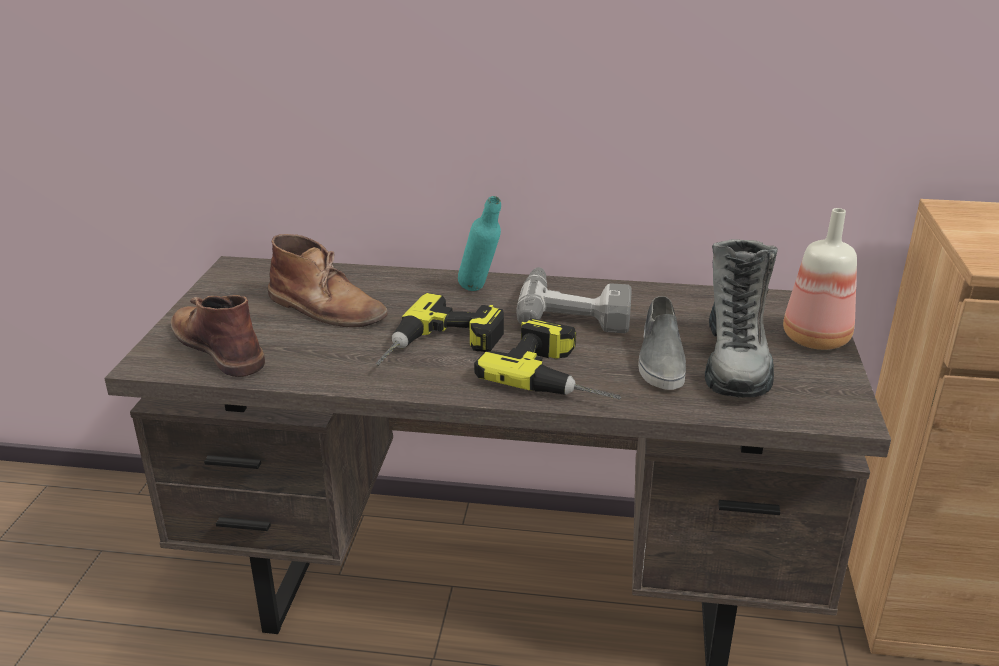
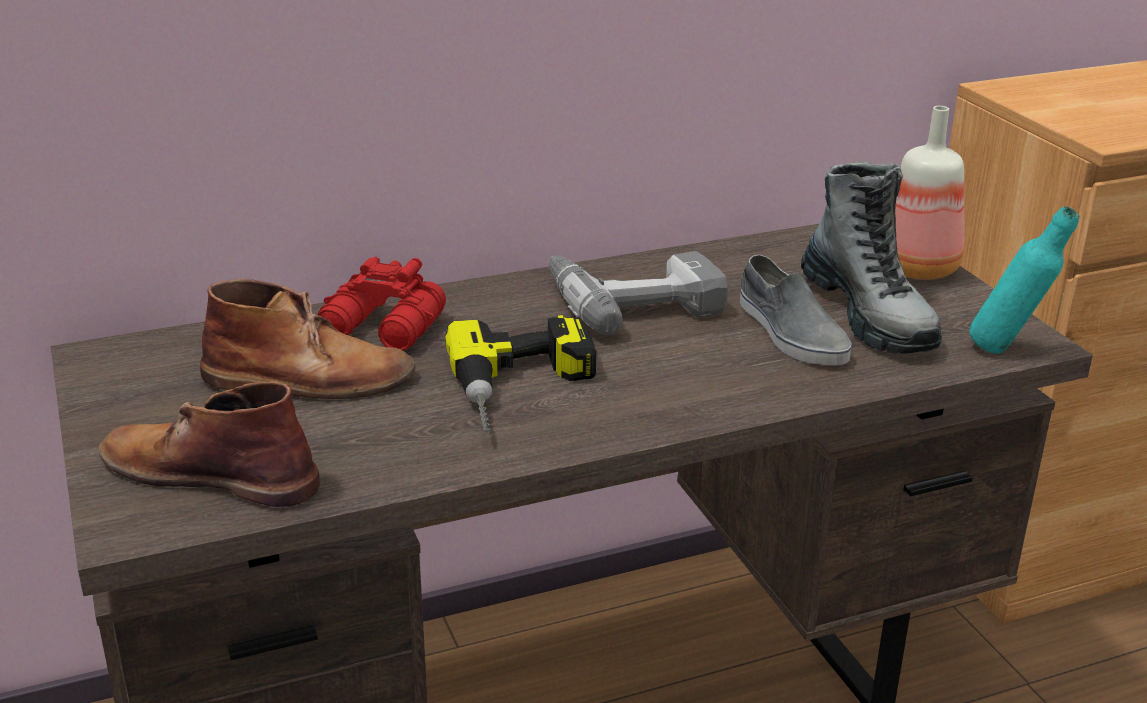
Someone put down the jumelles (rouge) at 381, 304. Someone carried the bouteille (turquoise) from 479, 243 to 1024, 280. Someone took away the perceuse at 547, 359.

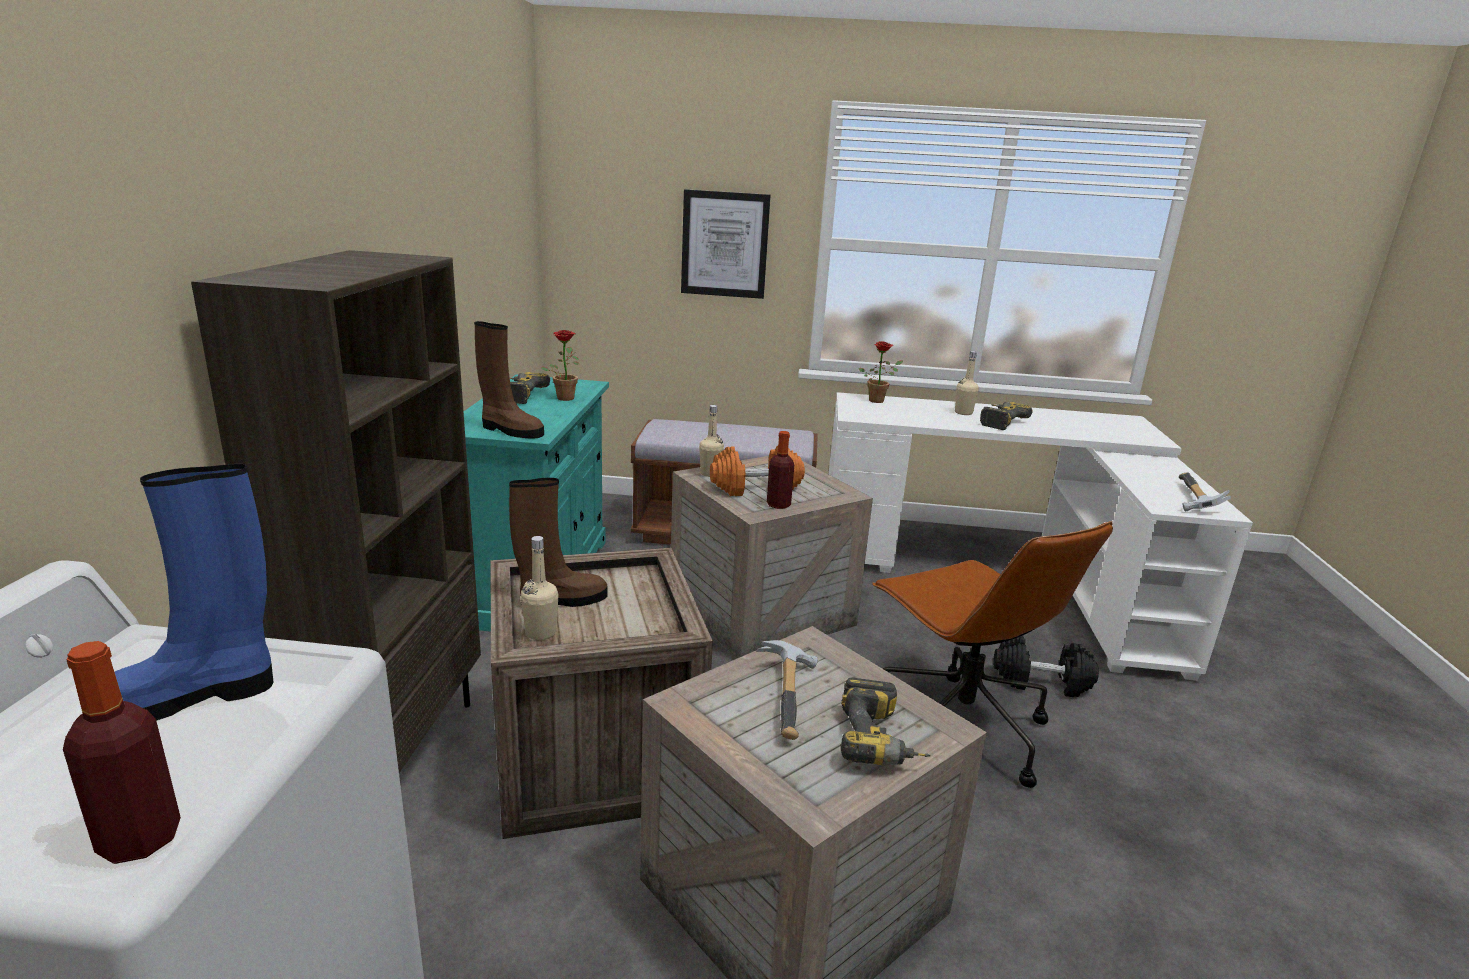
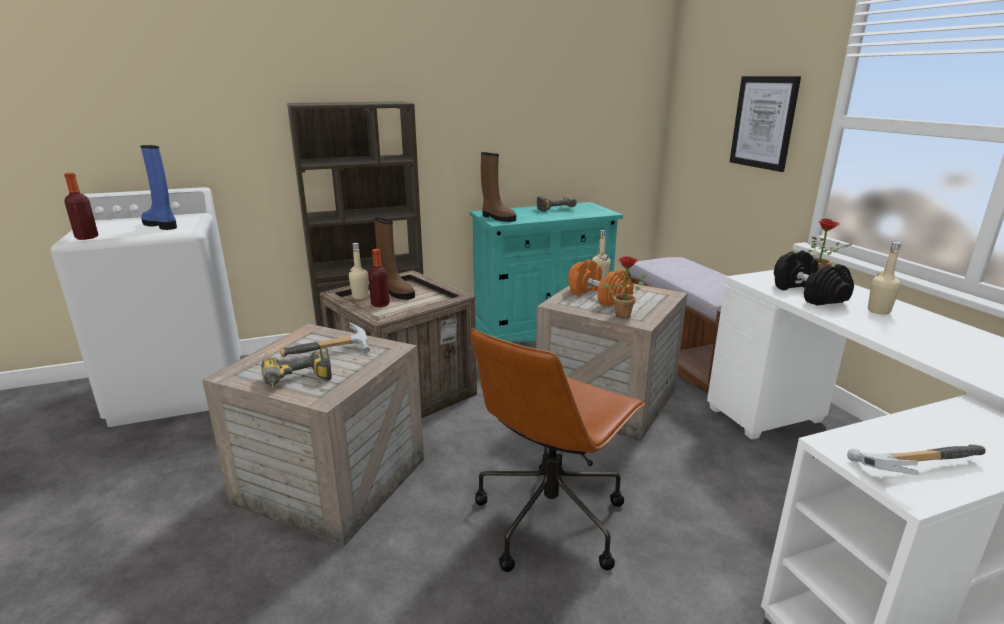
Someone carried the bouteille from 780, 470 to 379, 278. Someone rotated the botte (marron) at 509, 380 by 45 degrees counterclockwise. Someone carried the plante en pot from 560, 365 to 625, 287. Someone carried the haltère (noir) from 1046, 666 to 814, 278. Someone took away the perceuse at 1006, 416.

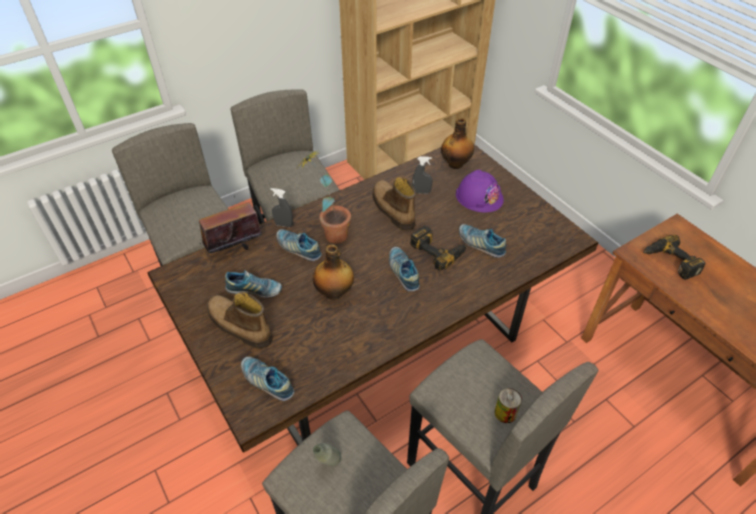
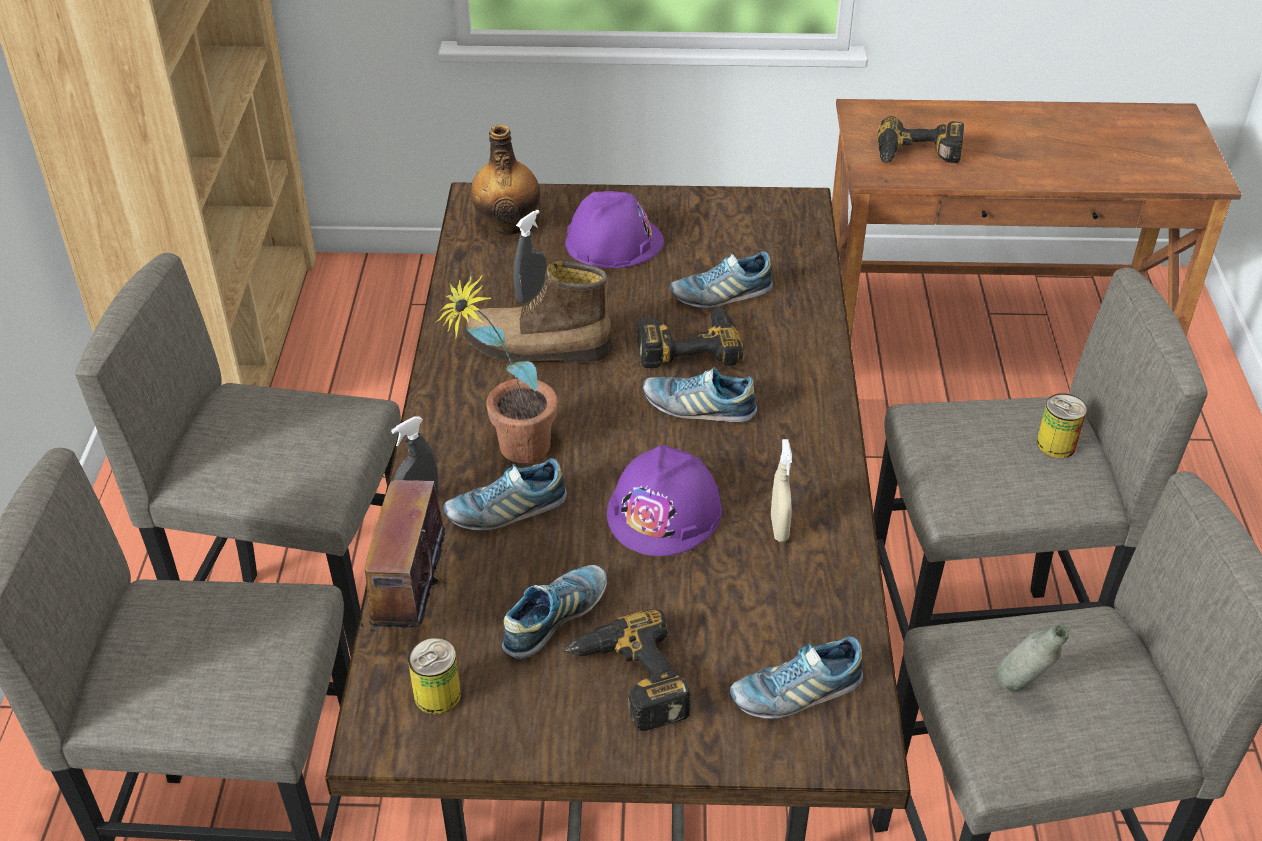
Someone put down the boîte métallique at 434, 676. Someone swapped the botte at 240, 320 for the perceuse at 627, 670. Someone swapped the bouteille at 333, 272 for the casque de chantier (violet) at 664, 500. Someone put down the vaporisateur (beige) at 781, 490.

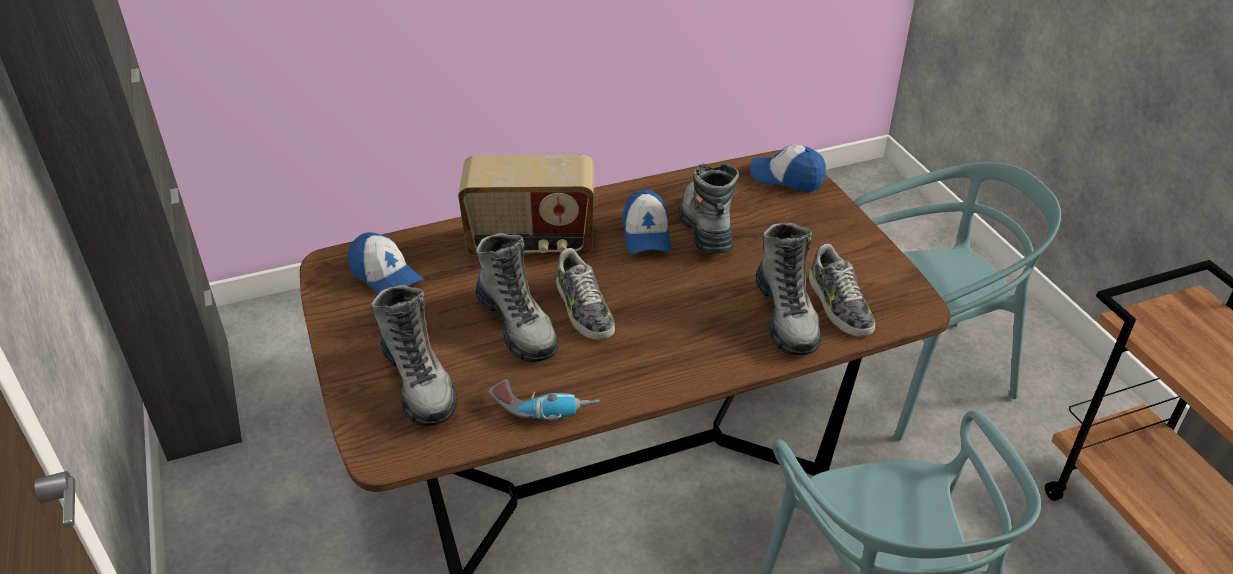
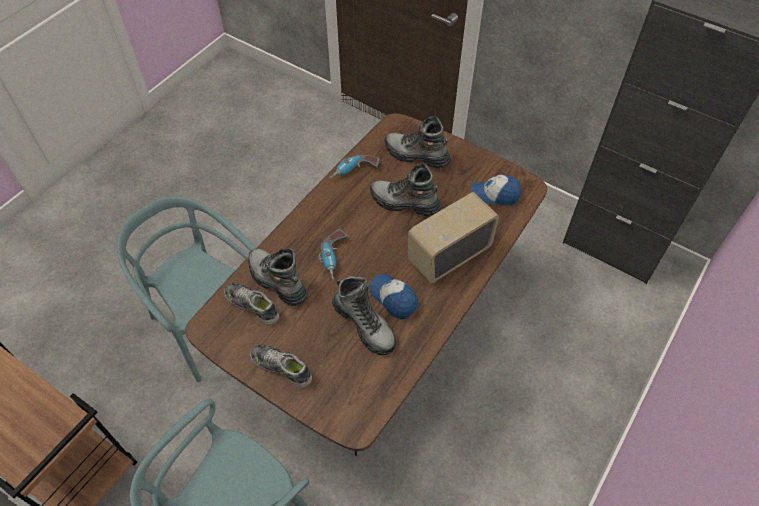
Someone carried the chaussure from 585, 294 to 281, 366. Someone put down the perceuse at 333, 254. Someone took away the casquette at 788, 168.

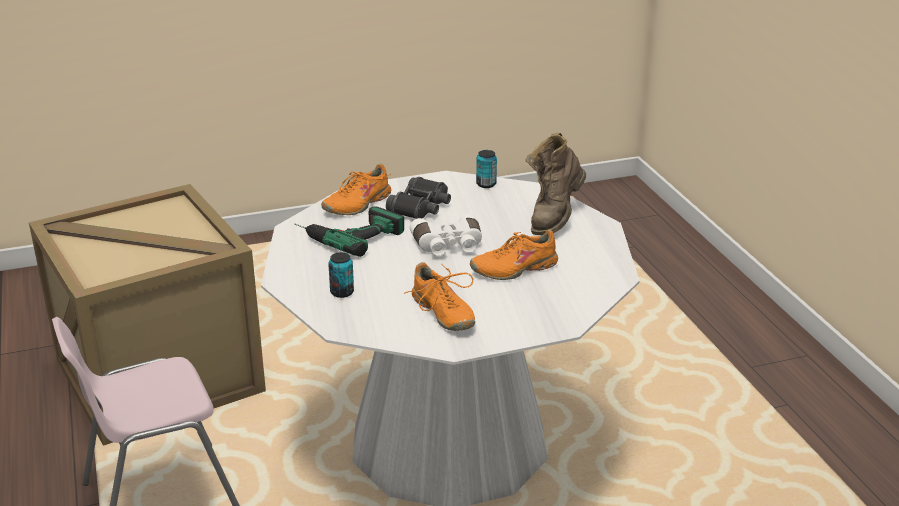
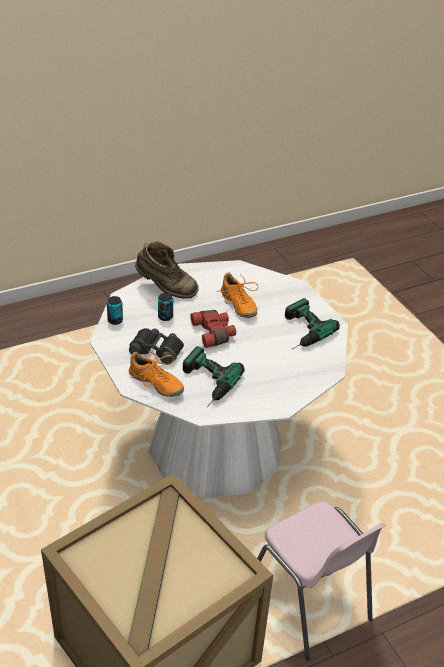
Someone carried the boîte métallique from 341, 275 to 165, 307. Someone repainted the jumelles (blanc) at 446, 234, which became the jumelles (rouge) at 213, 329. Someone swapped the chaussure (orange) at 439, 296 for the perceuse at 312, 323.

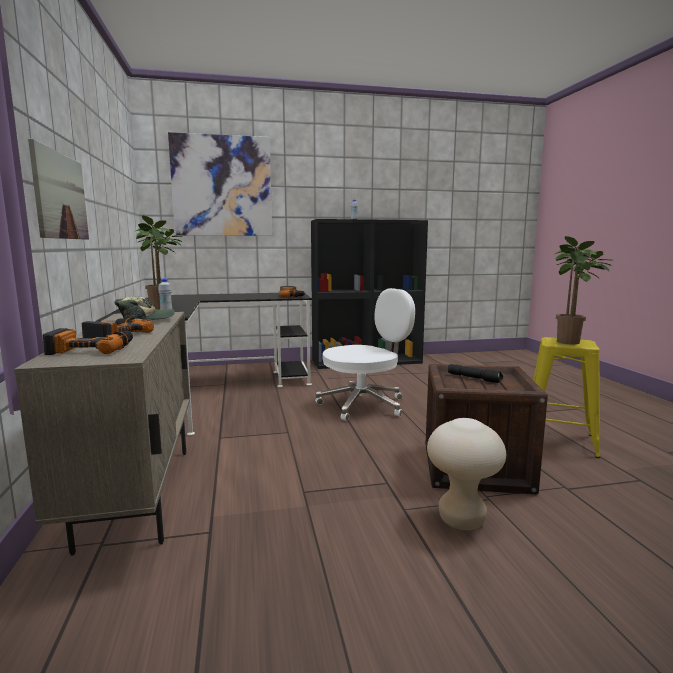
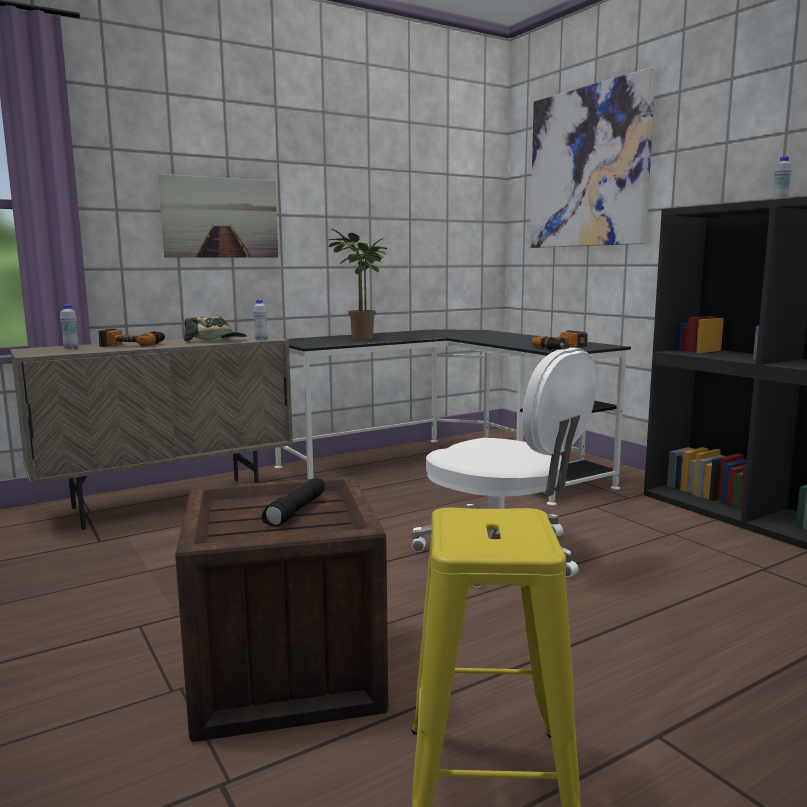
Someone swapped the perceuse at 88, 341 for the bouteille (blanc) at 69, 326. Someone took away the tabouret (beige) at 466, 474. Someone took away the plante en pot at 583, 290.

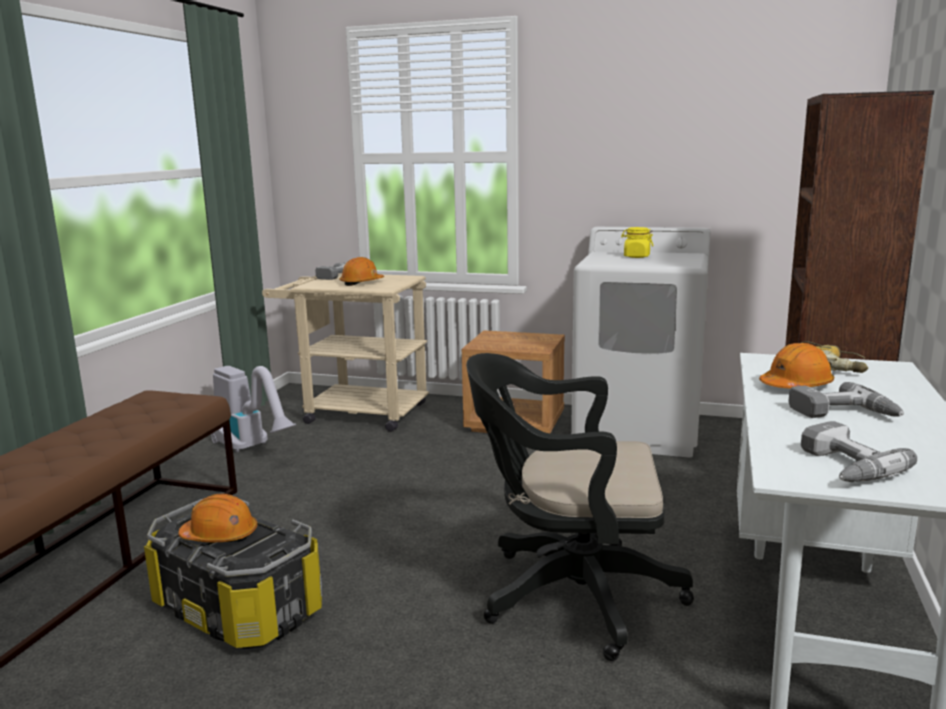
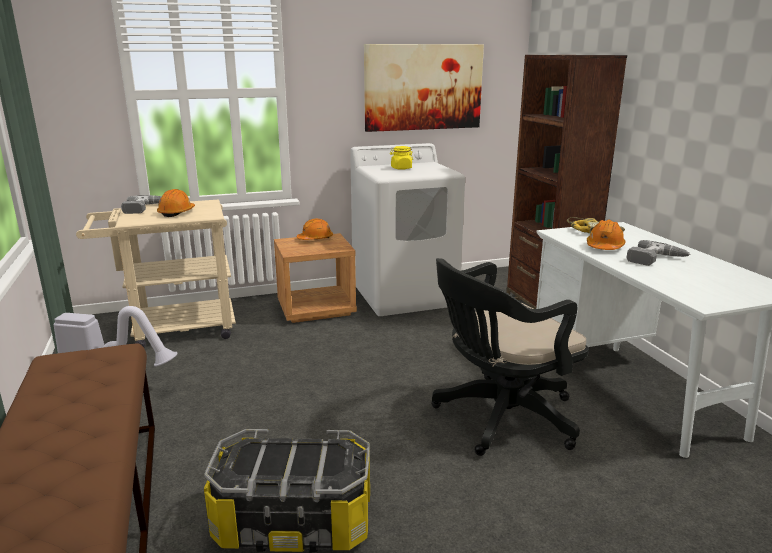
Someone carried the casque de chantier (orange) from 217, 518 to 315, 229. Someone put up the tableau at 424, 88. Someone took away the perceuse at 859, 451.

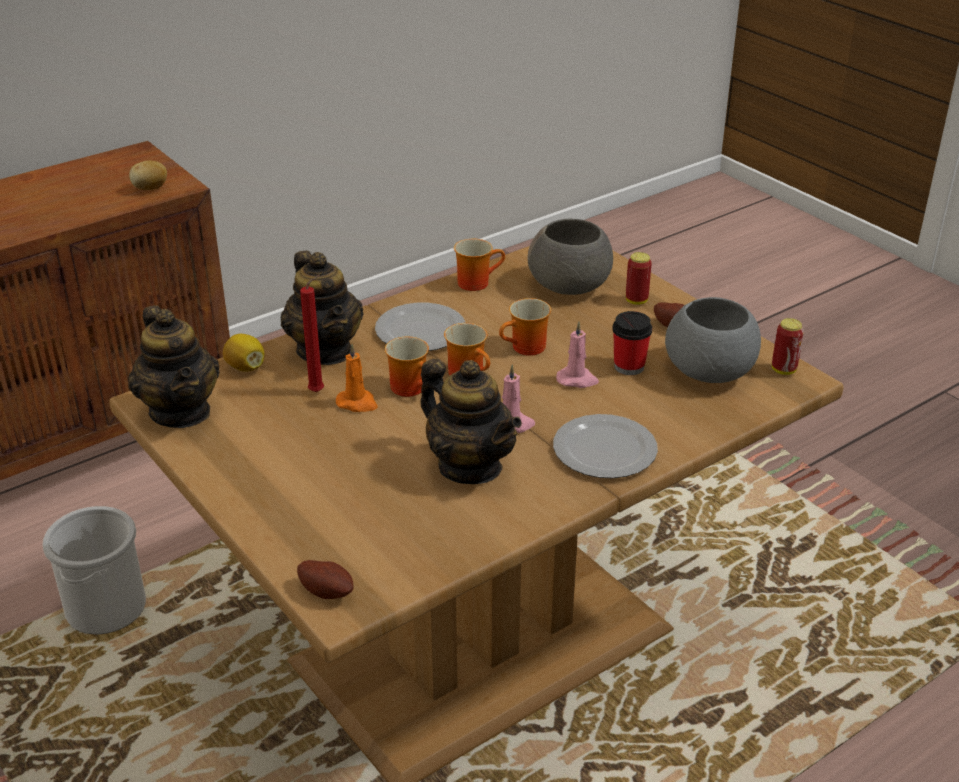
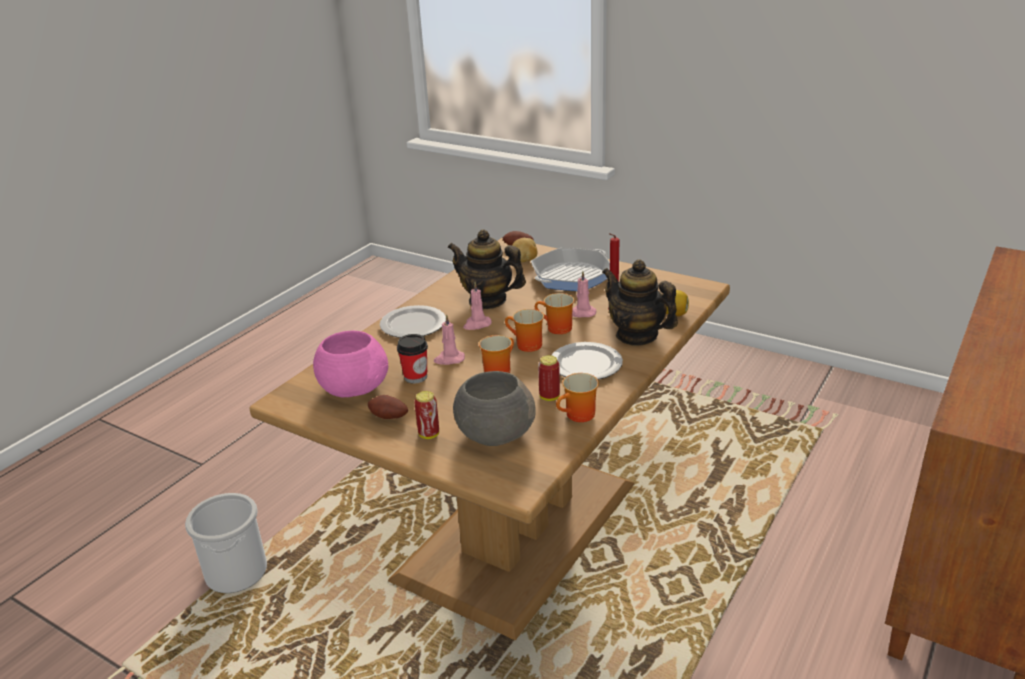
Someone carried the seau from 94, 570 to 226, 543. Someone repainted the bol (gris) at 713, 340, which became the bol (rose) at 350, 364. Someone carried the pomme de terre from 148, 175 to 525, 250. Someone put down the poêle at 570, 269. Someone carried the boîte métallique from 788, 346 to 549, 378. Someone repainted the bougie (orange) at 357, 378, which became the bougie (rose) at 584, 294. Someone took away the théière at 174, 366.

